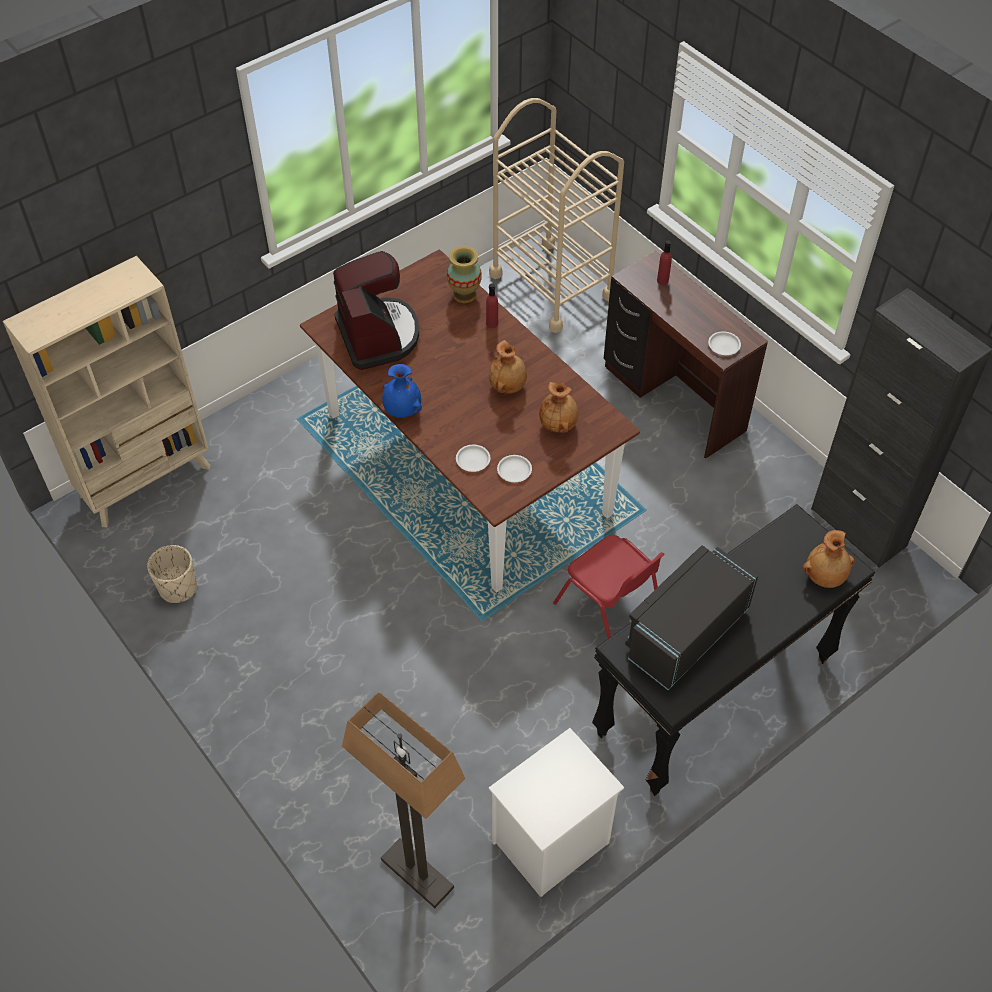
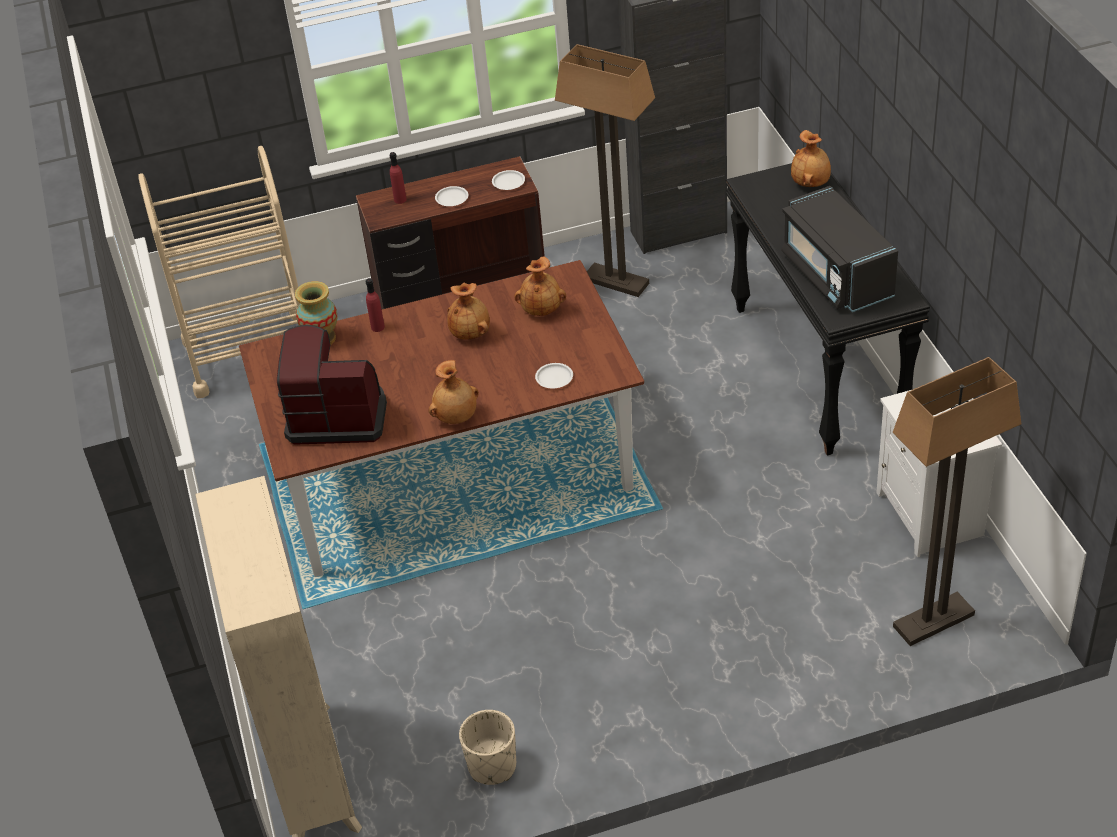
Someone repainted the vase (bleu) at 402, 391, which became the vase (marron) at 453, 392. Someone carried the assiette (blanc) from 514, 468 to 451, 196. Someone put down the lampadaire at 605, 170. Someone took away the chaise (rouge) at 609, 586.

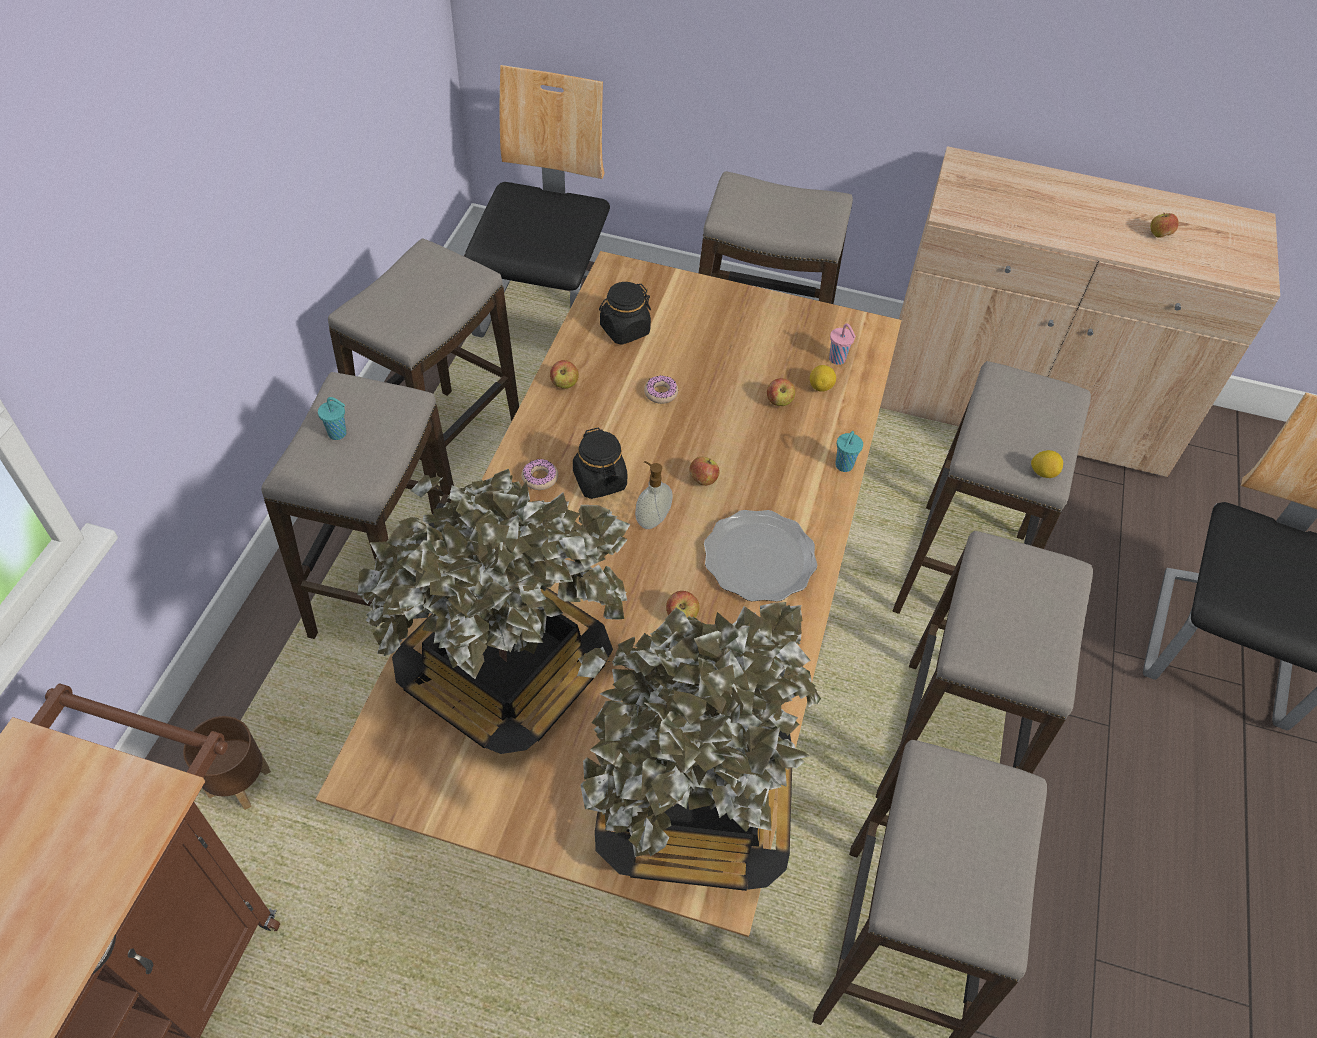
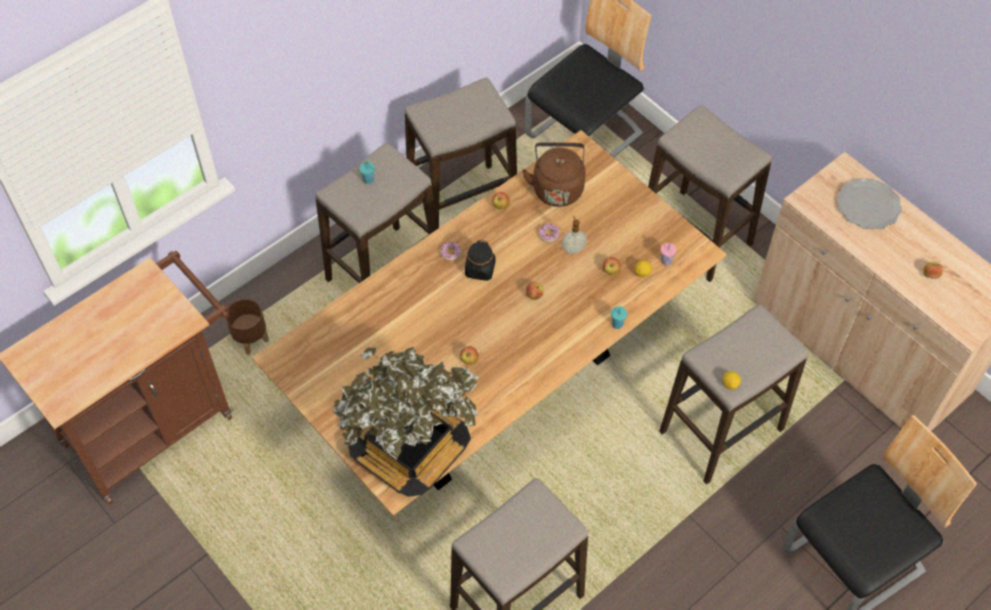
Someone swapped the bocal (noir) at 625, 313 for the bouilloire (marron) at 554, 174. Someone carried the distributeur de savon from 653, 495 to 574, 235. Someone carried the assiette from 760, 556 to 869, 203. Someone took away the plante en pot at 493, 611. Someone took away the tabouret at 984, 664.

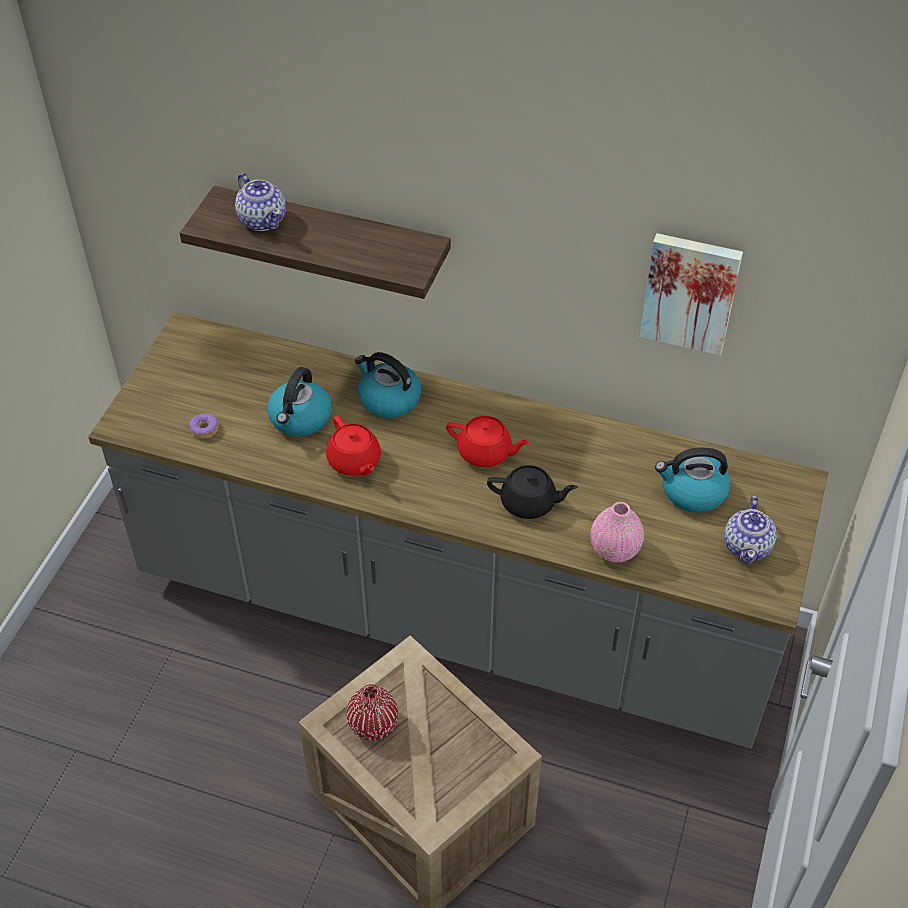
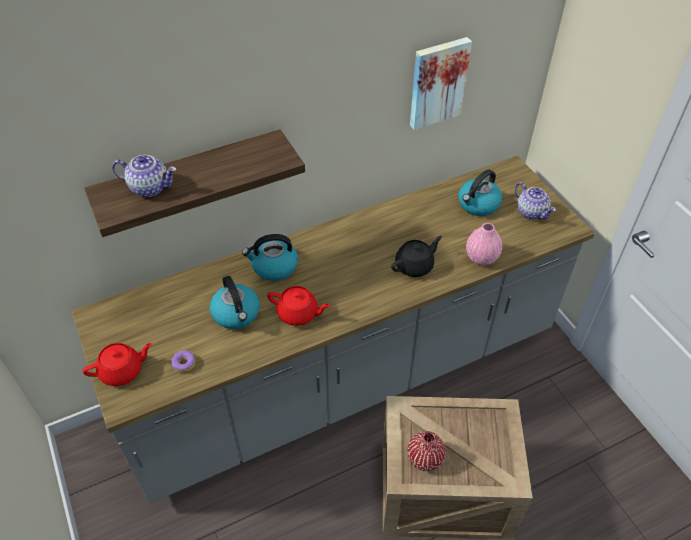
Someone carried the théière (rouge) from 488, 441 to 117, 364.

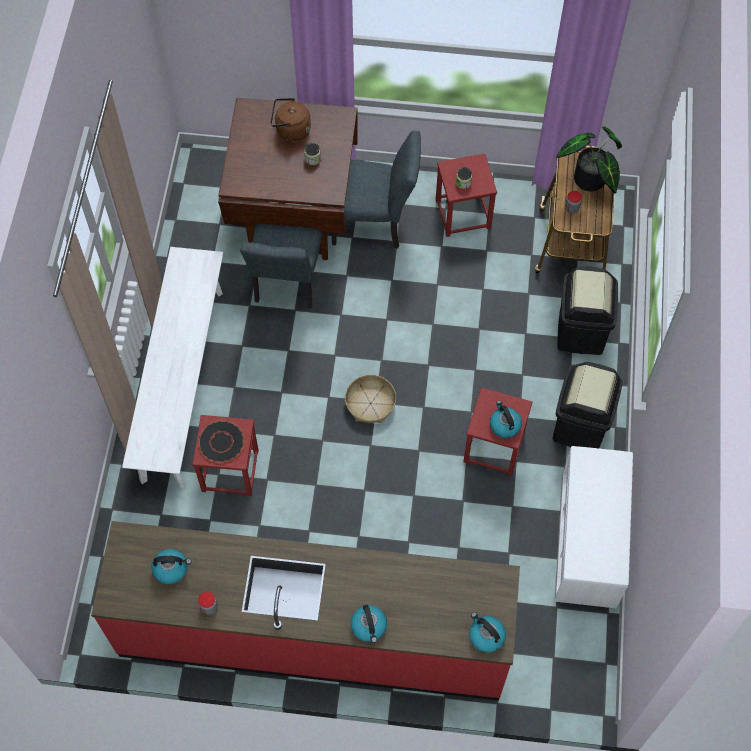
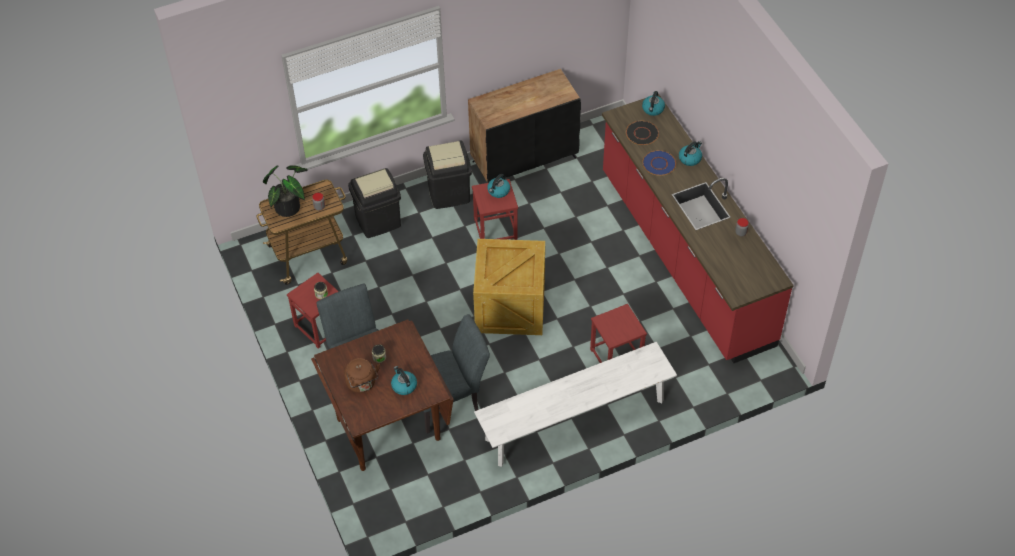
Someone carried the bouilloire from 171, 566 to 404, 380. Someone swapped the banc (blanc) at 593, 527 for the meuble de rangement (noir) at 524, 126. Someone swapped the panier at 370, 399 for the caisse at 509, 287. Someone carried the assiette (noir) from 221, 441 to 642, 133. Someone put down the assiette (bleu) at 659, 163.

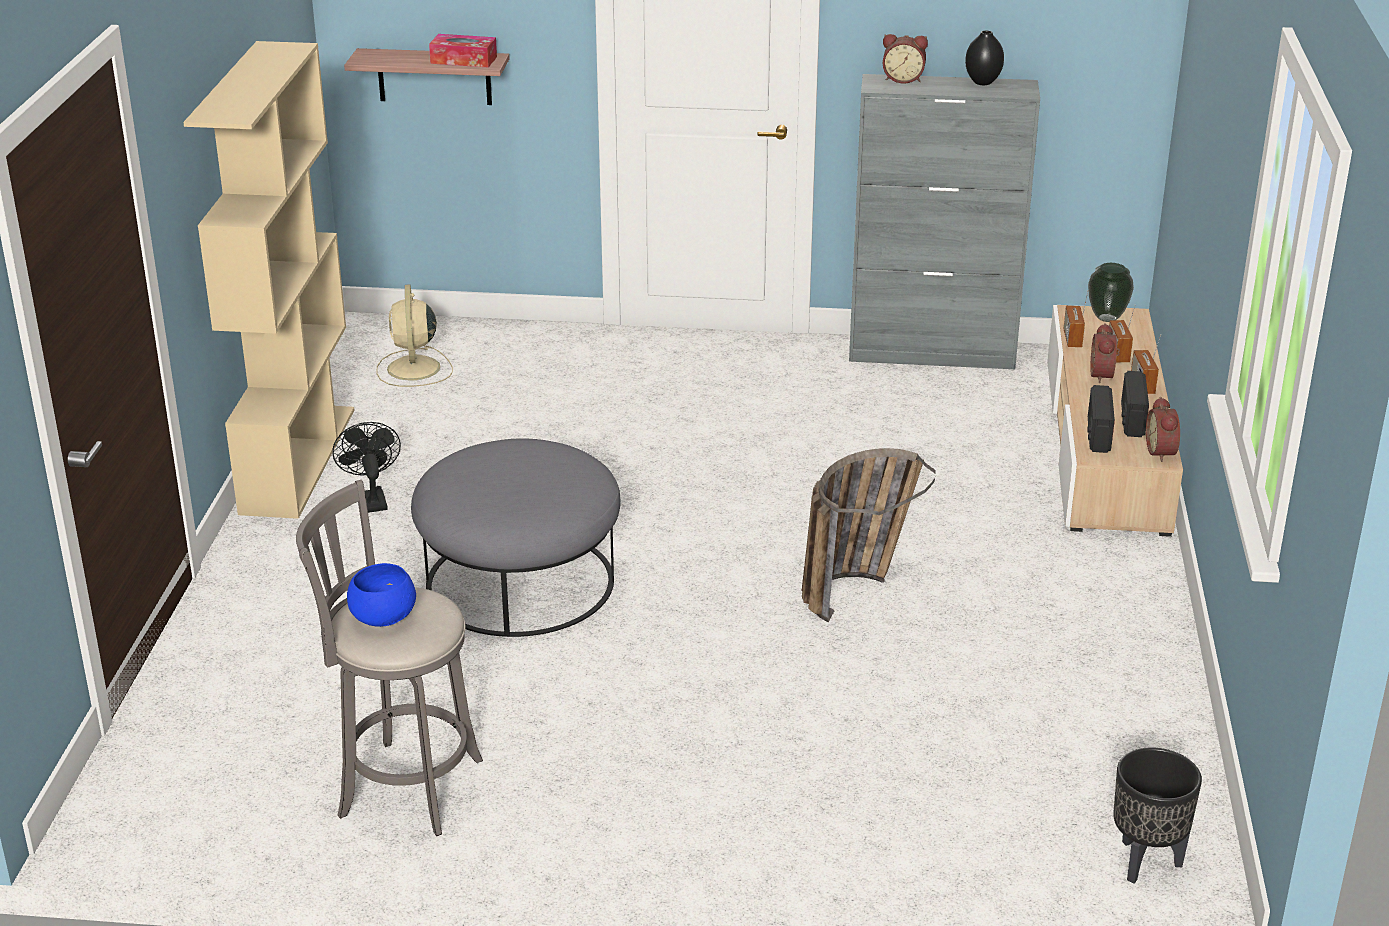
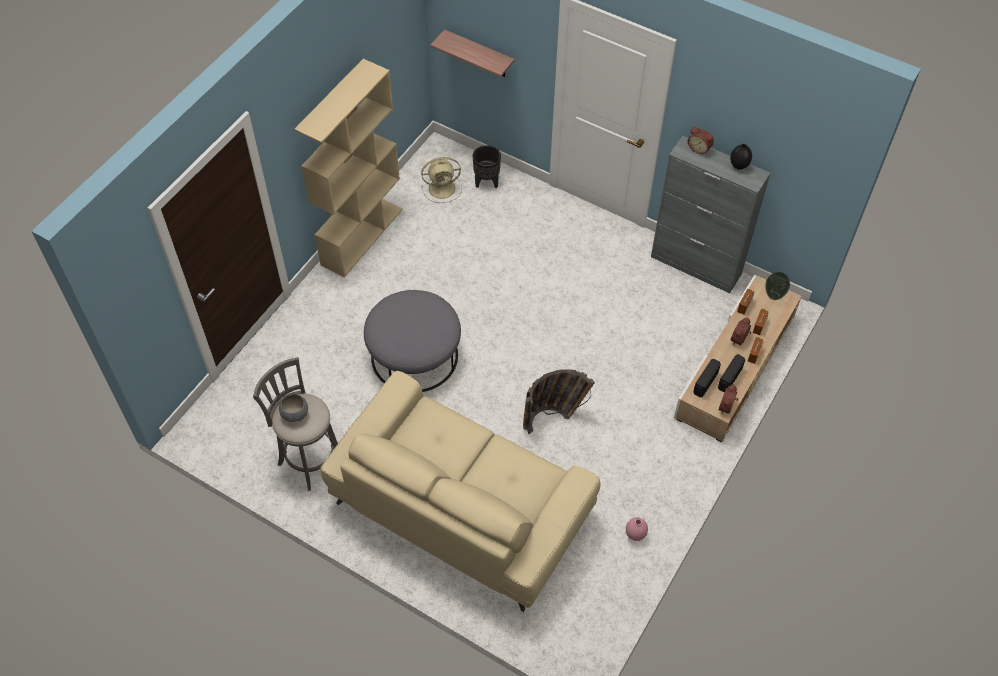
Someone repainted the bol (bleu) at 381, 595, which became the bol (gris) at 293, 408. Someone put down the canapé (beige) at 461, 491. Someone rotated the ventilateur (beige) at 414, 335 by 120 degrees counterclockwise. Someone carried the cache-pot (noir) from 1158, 815 to 487, 166. Someone put down the vase (rose) at 637, 529. Someone took away the ventilateur (noir) at 366, 467. Someone took away the boîte à mouchoirs at 463, 50.

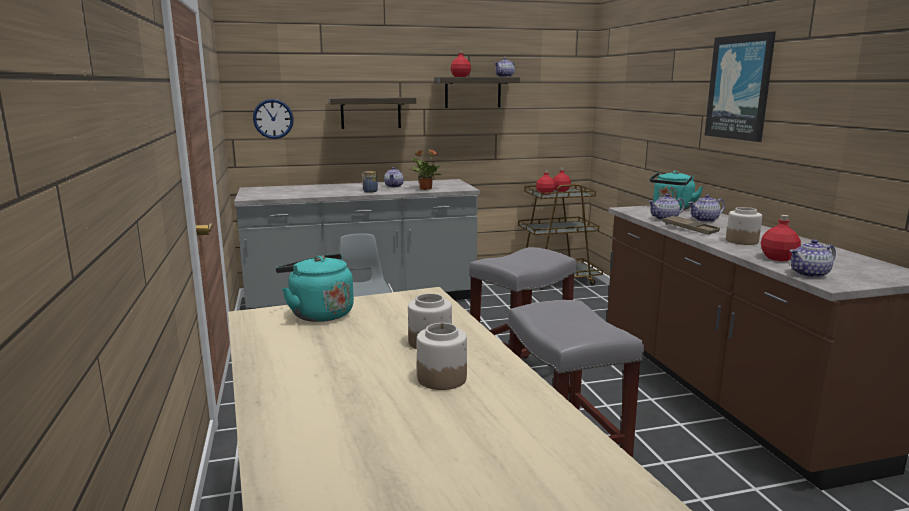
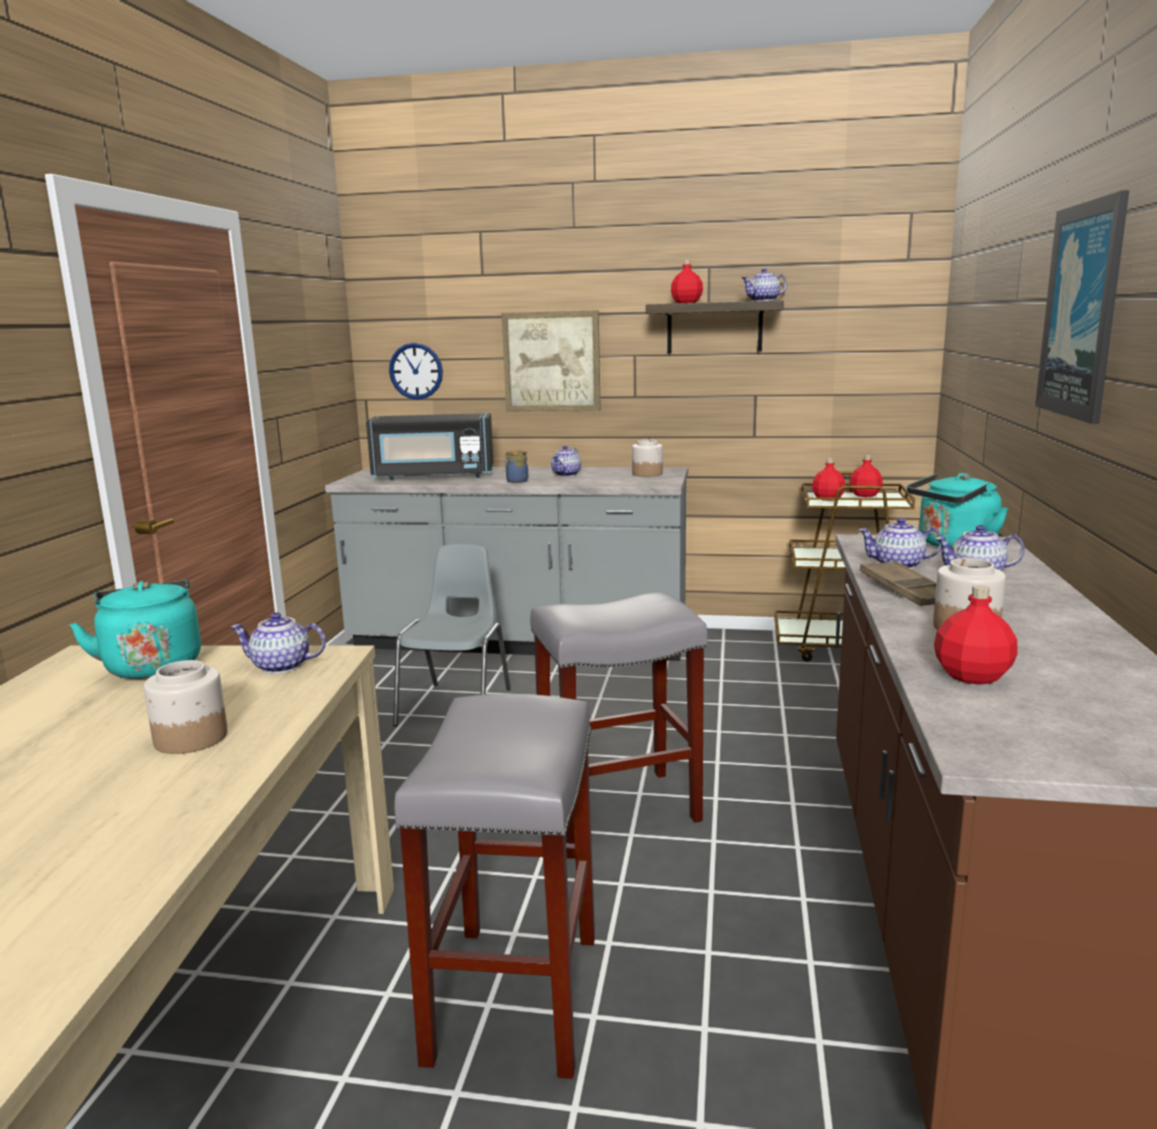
Someone carried the théière from 813, 258 to 278, 643. Someone put down the micro-ondes (noir) at 430, 446. Someone swapped the étagère at 372, 113 for the tableau at 551, 361. Someone carried the bocal from 442, 356 to 647, 458. Someone took away the plante en pot at 426, 169.

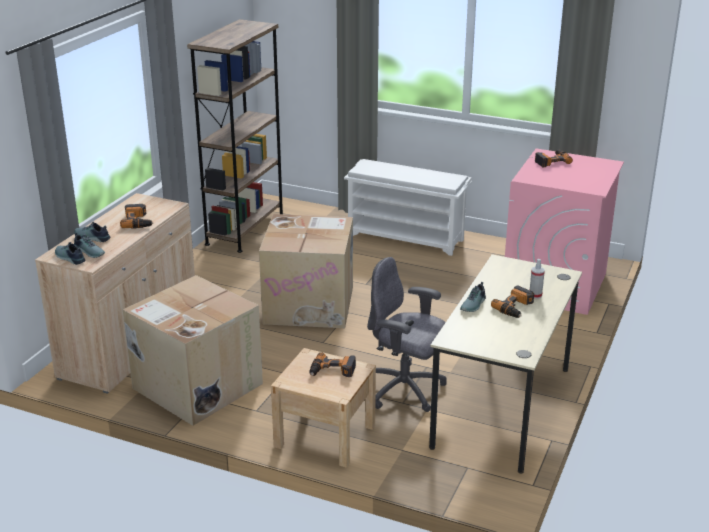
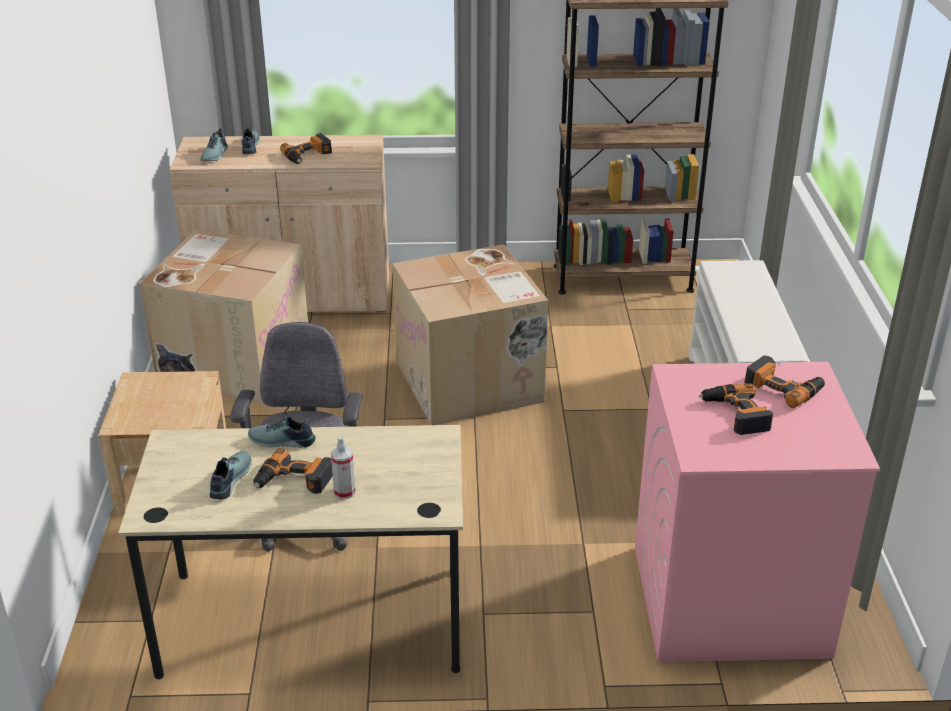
Someone carried the chaussure from 70, 253 to 231, 475. Someone carried the perceuse from 332, 364 to 736, 409.

